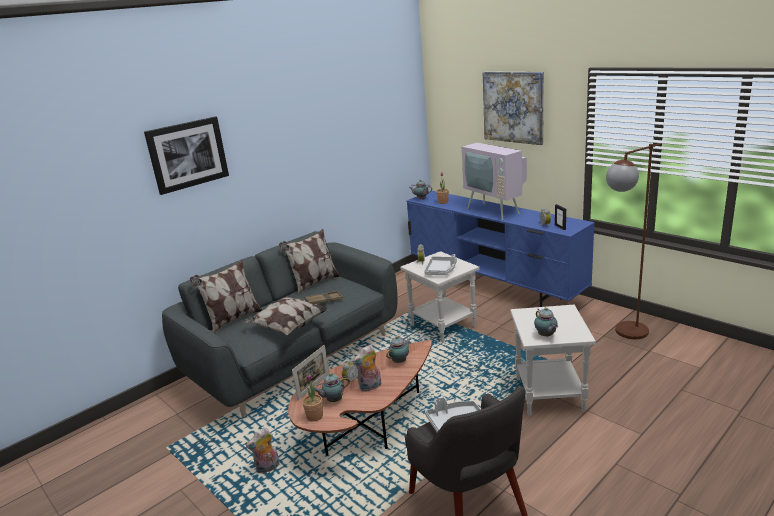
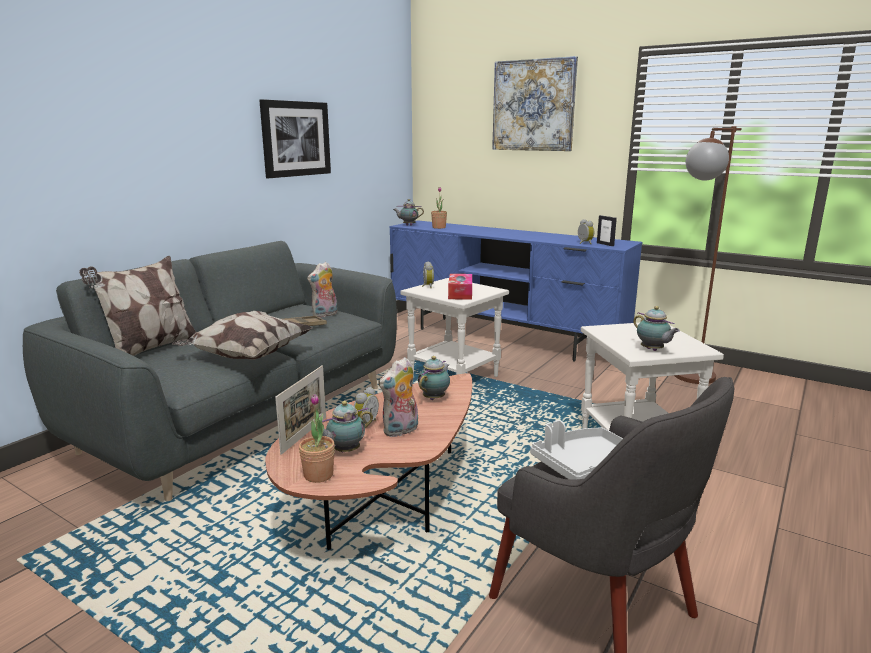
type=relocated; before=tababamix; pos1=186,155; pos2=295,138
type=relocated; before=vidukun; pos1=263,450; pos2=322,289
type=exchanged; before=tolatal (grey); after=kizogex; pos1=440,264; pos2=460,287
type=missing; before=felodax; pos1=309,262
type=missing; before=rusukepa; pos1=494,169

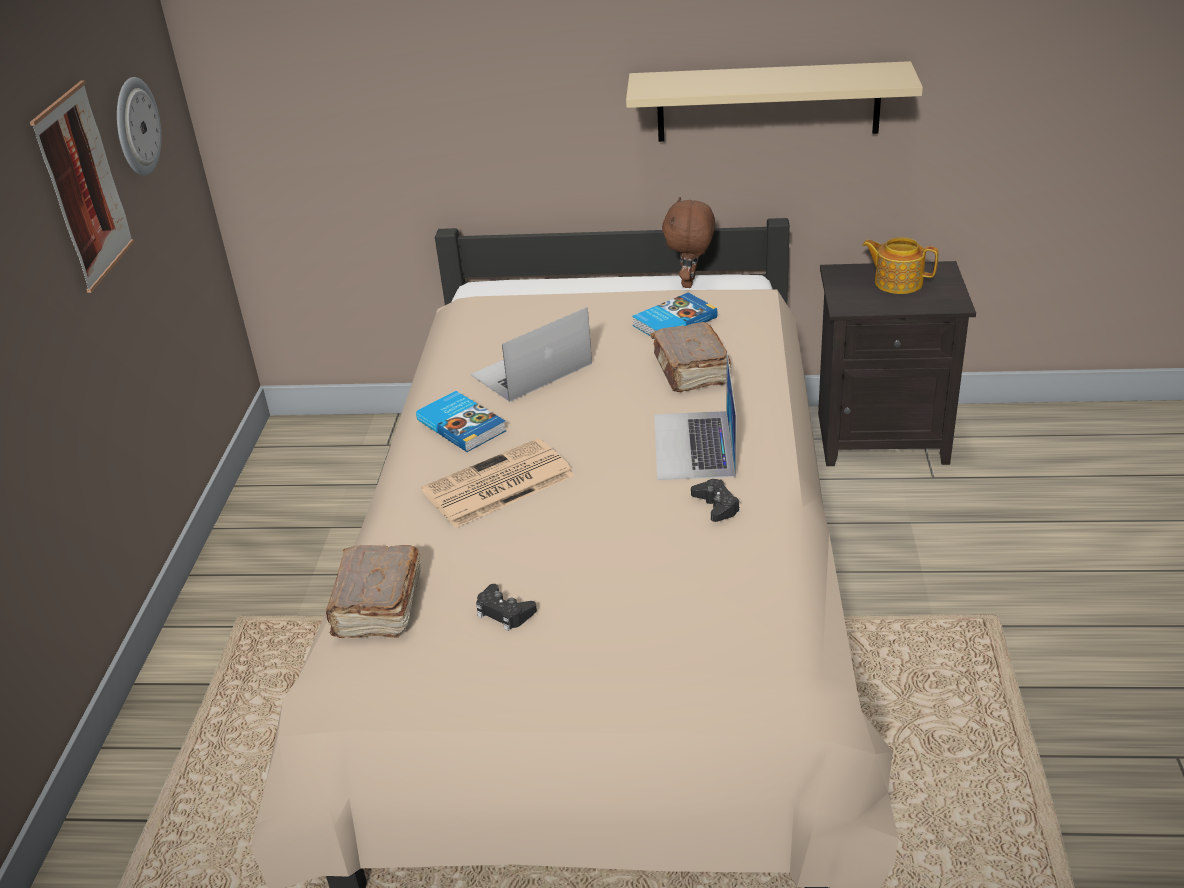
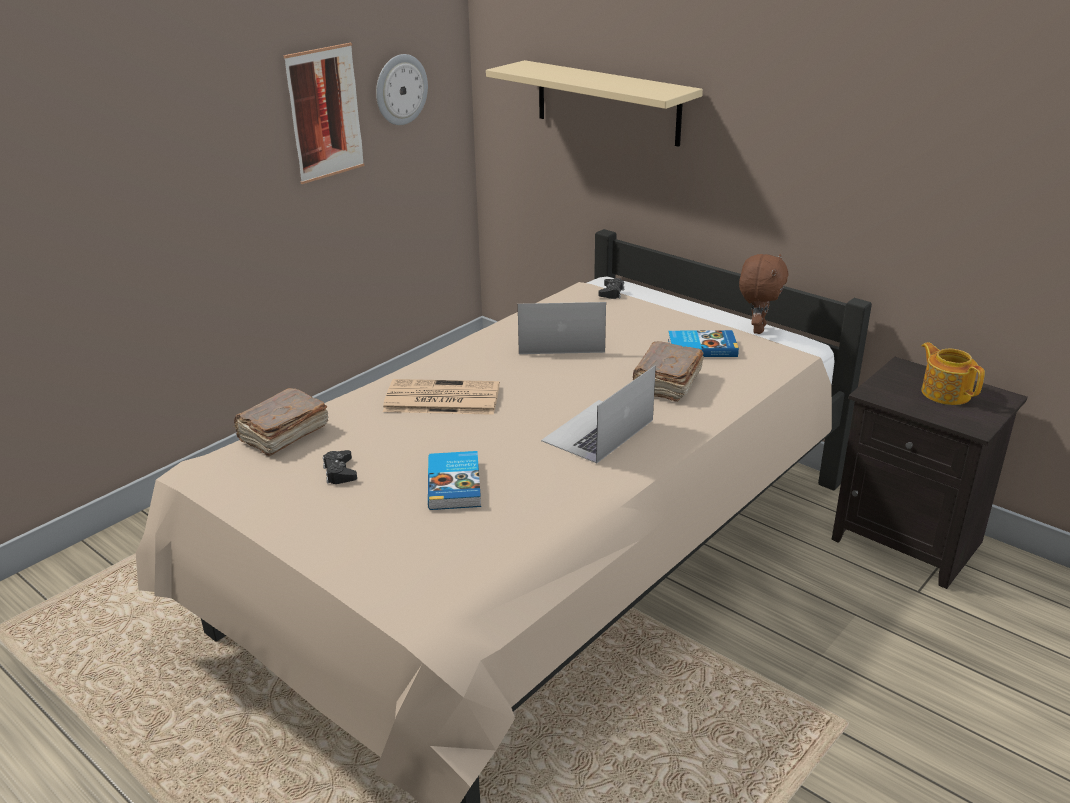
type=relocated; before=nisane; pos1=461,421; pos2=454,480
type=relocated; before=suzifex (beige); pos1=774,101; pos2=594,103
type=relocated; before=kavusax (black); pos1=715,500; pos2=611,288
type=spun; before=vidukun (brown); pos1=688,242; pos2=764,294; turn=150

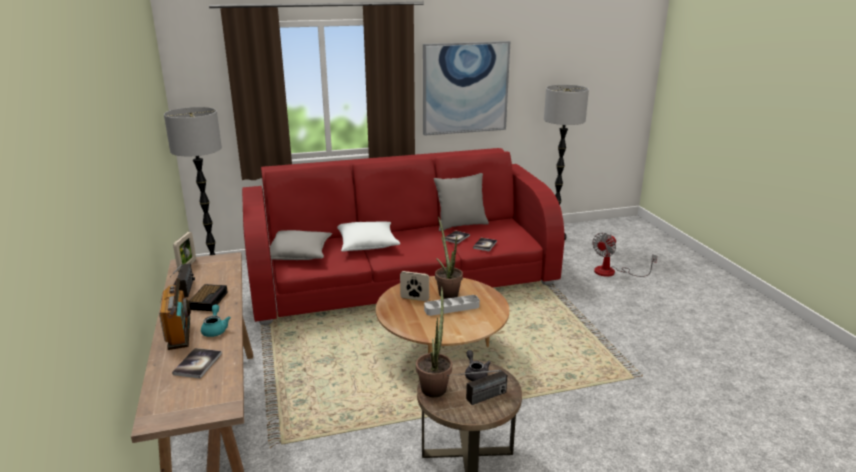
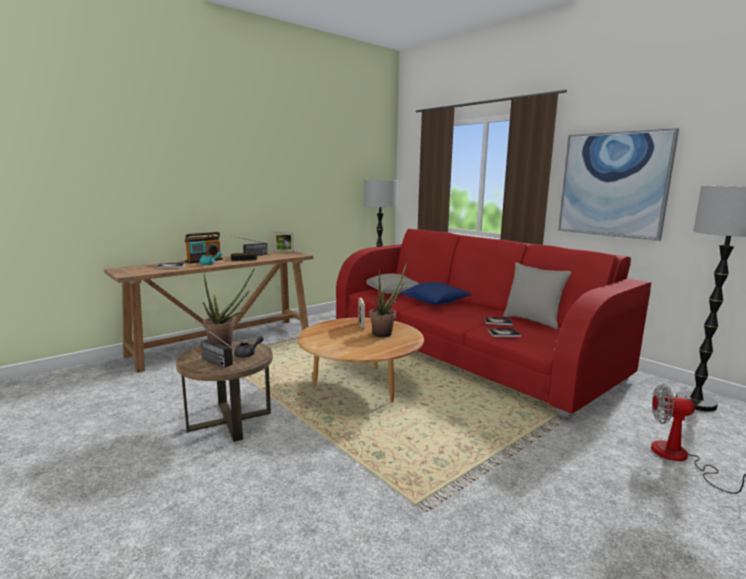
type=colour; before=felodax (white); after=felodax (blue); pos1=368,236; pos2=436,293
type=missing; before=tolatal (grey); pos1=452,305

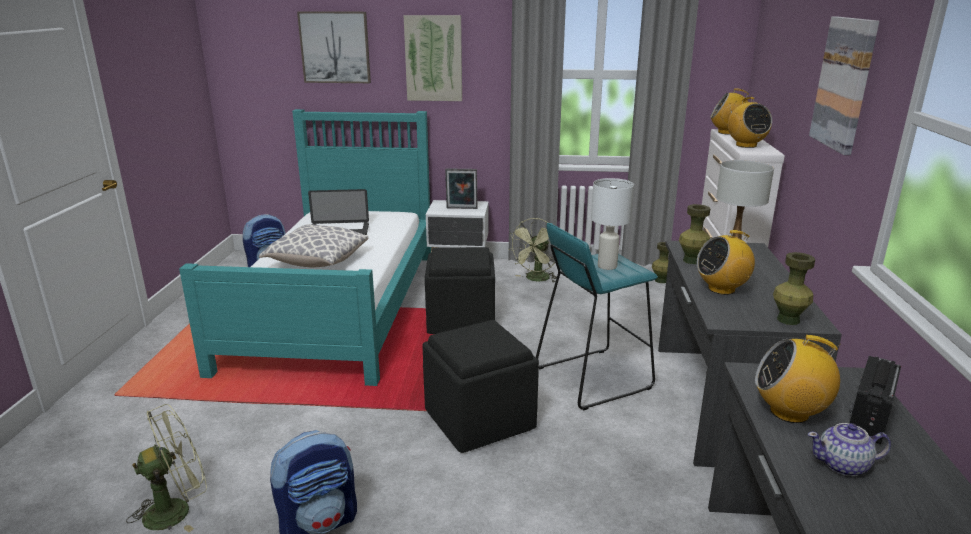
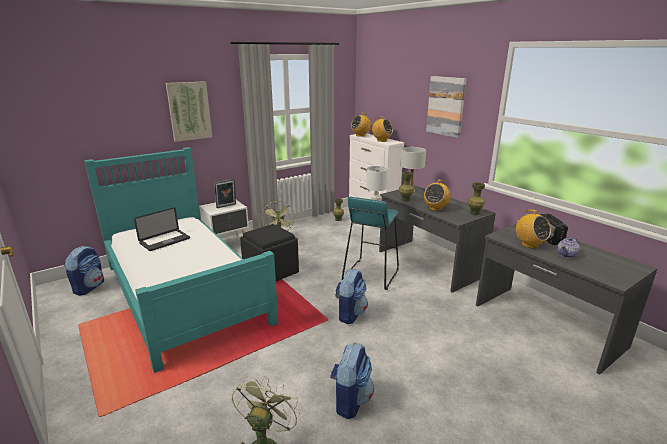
type=exchanged; before=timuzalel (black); after=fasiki; pos1=480,386; pos2=351,296
type=spun; before=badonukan; pos1=798,379; pos2=533,229; turn=-90
type=missing; before=felodax; pos1=313,245
type=missing; before=tababamix; pos1=334,47

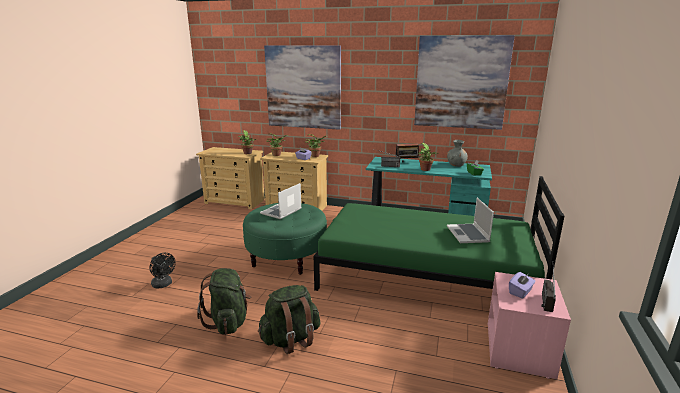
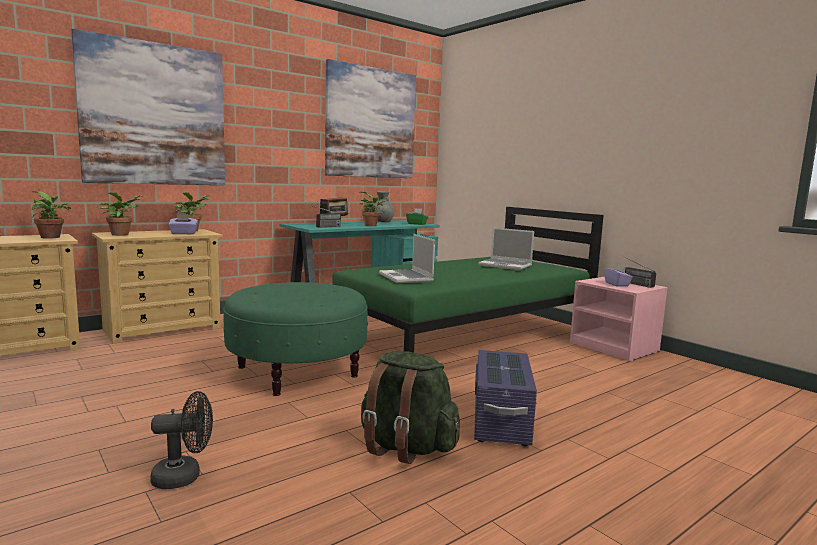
type=relocated; before=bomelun; pos1=281,201; pos2=407,258
type=exchanged; before=fasiki (green); after=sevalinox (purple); pos1=289,319; pos2=505,398

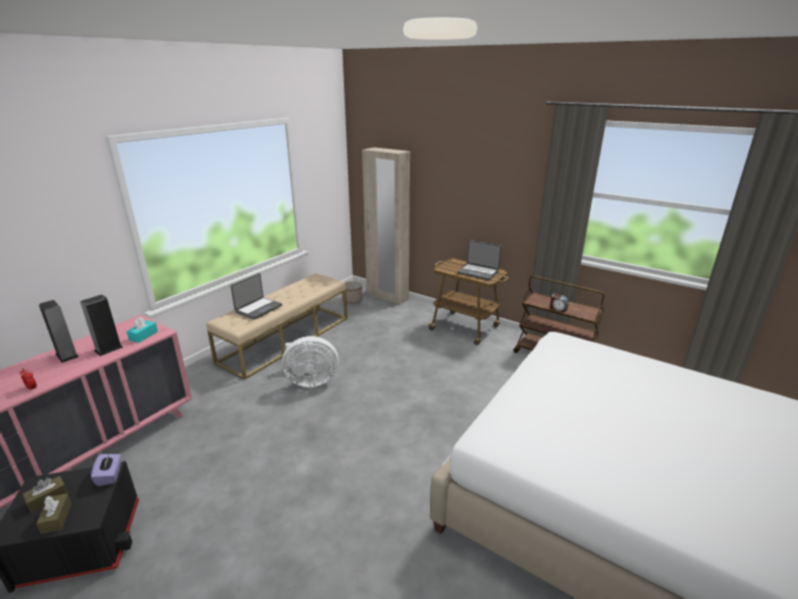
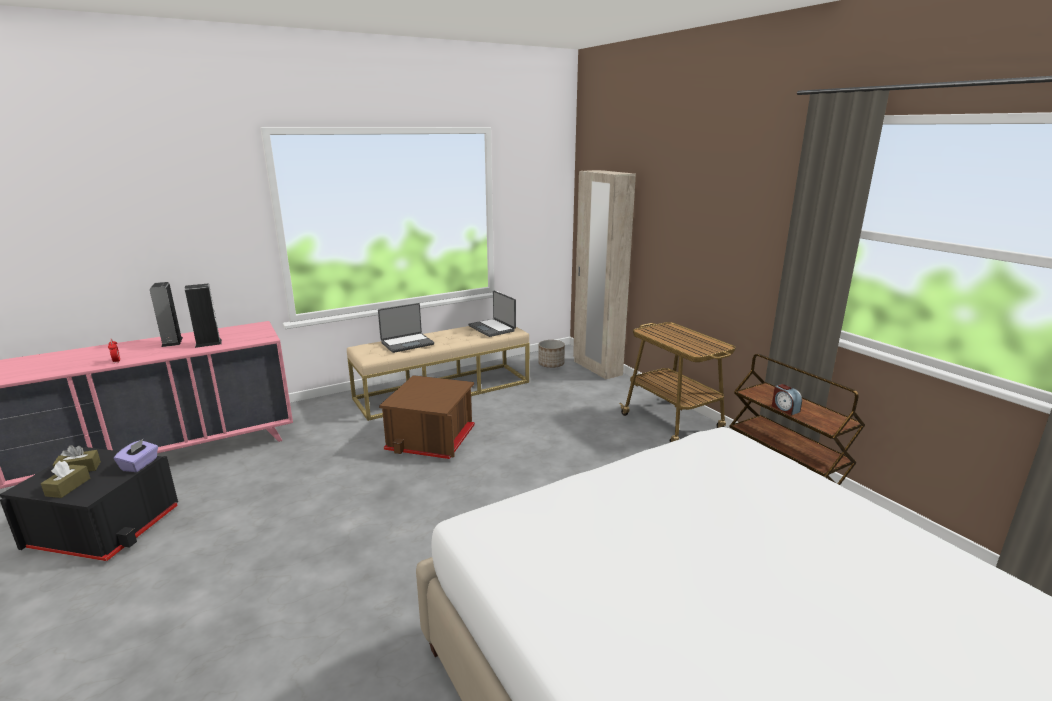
type=exchanged; before=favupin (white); after=sevalinox (brown); pos1=310,361; pos2=427,417
type=relocated; before=bomelun; pos1=479,260; pos2=492,314
type=missing; before=kizogex (turquoise); pos1=142,330

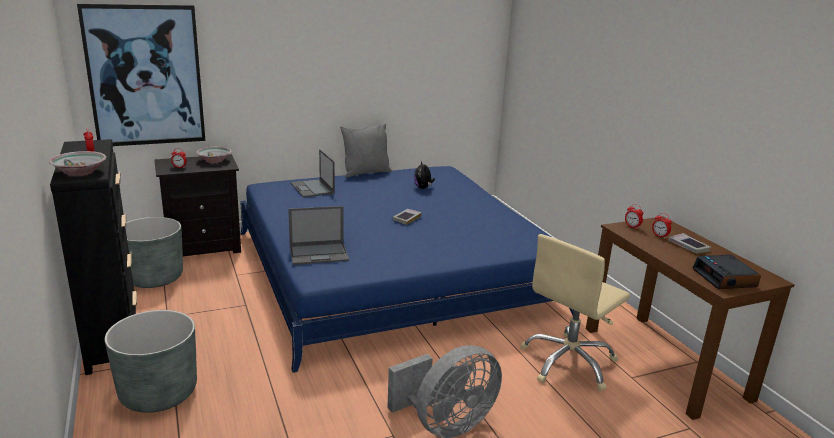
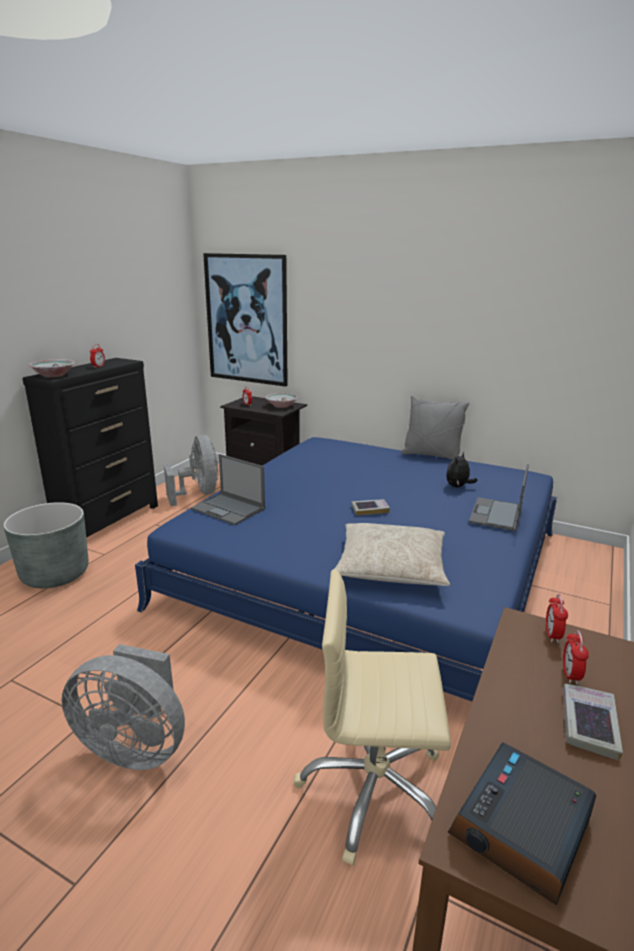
type=exchanged; before=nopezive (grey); after=favupin (grey); pos1=154,252; pos2=191,470
type=appeared; after=felodax (beige); pos2=392,554
type=relocated; before=bomelun; pos1=313,173; pos2=499,497

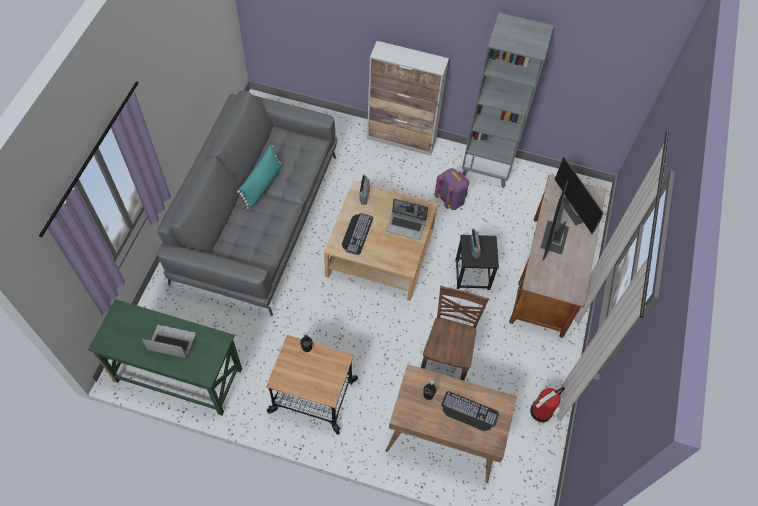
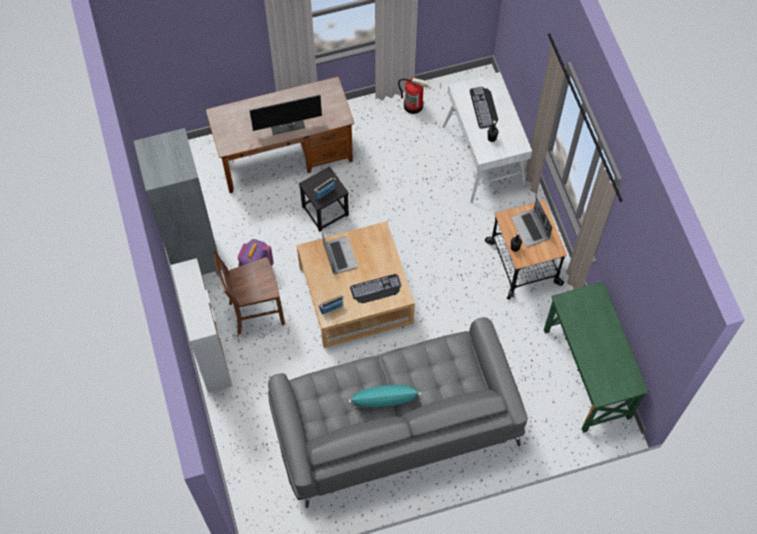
type=relocated; before=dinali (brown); pos1=455,333; pos2=248,292
type=colour; before=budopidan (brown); after=budopidan (white); pos1=451,423; pos2=487,137
type=relocated; before=bomelun; pos1=169,341; pos2=531,222
type=missing; before=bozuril; pos1=578,195

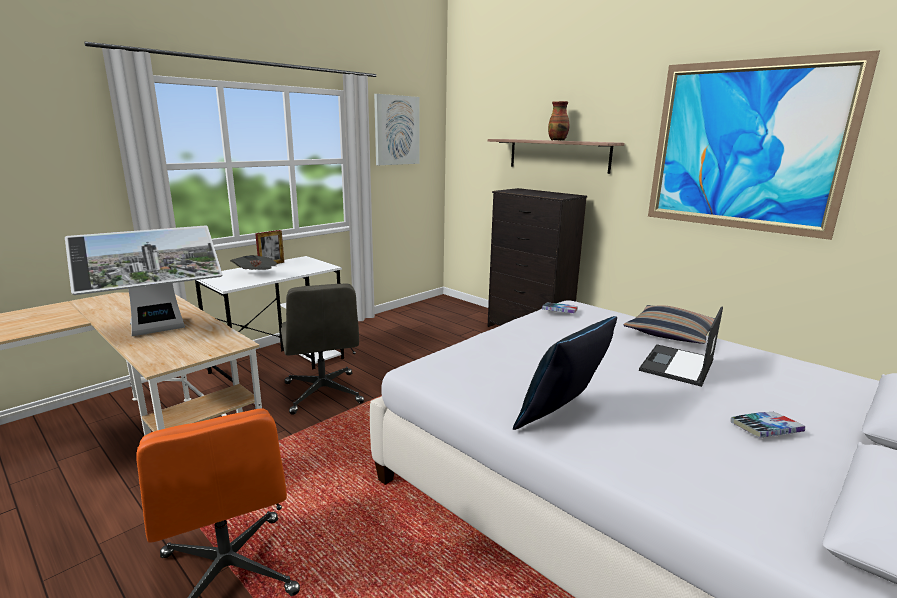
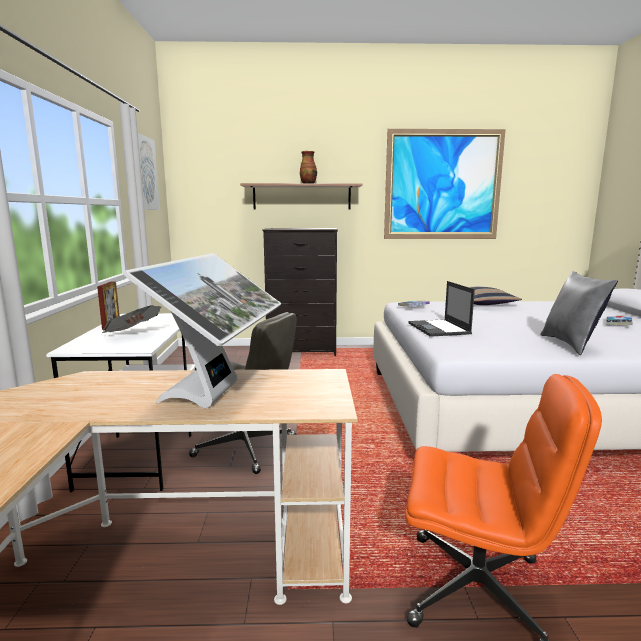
type=relocated; before=bomelun; pos1=681,346; pos2=441,309
type=colour; before=felodax (blue); after=felodax (grey); pos1=565,373; pos2=579,313

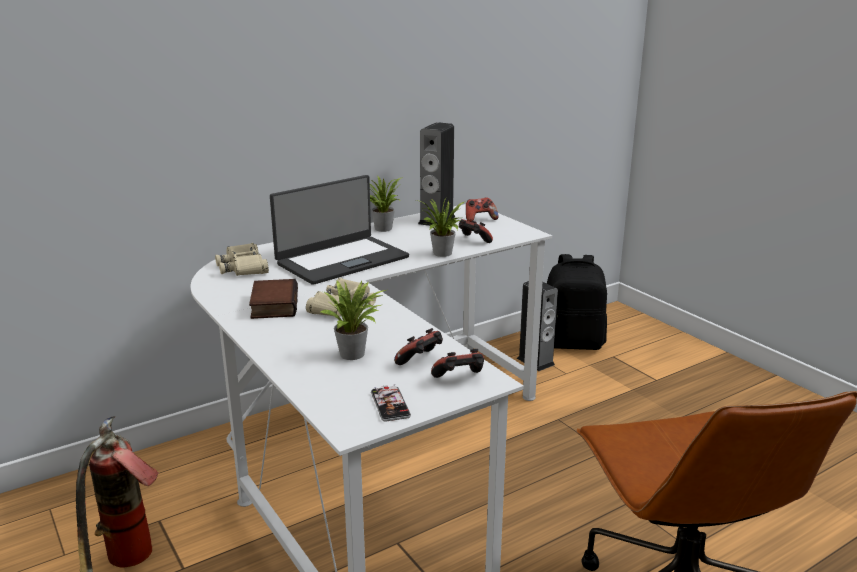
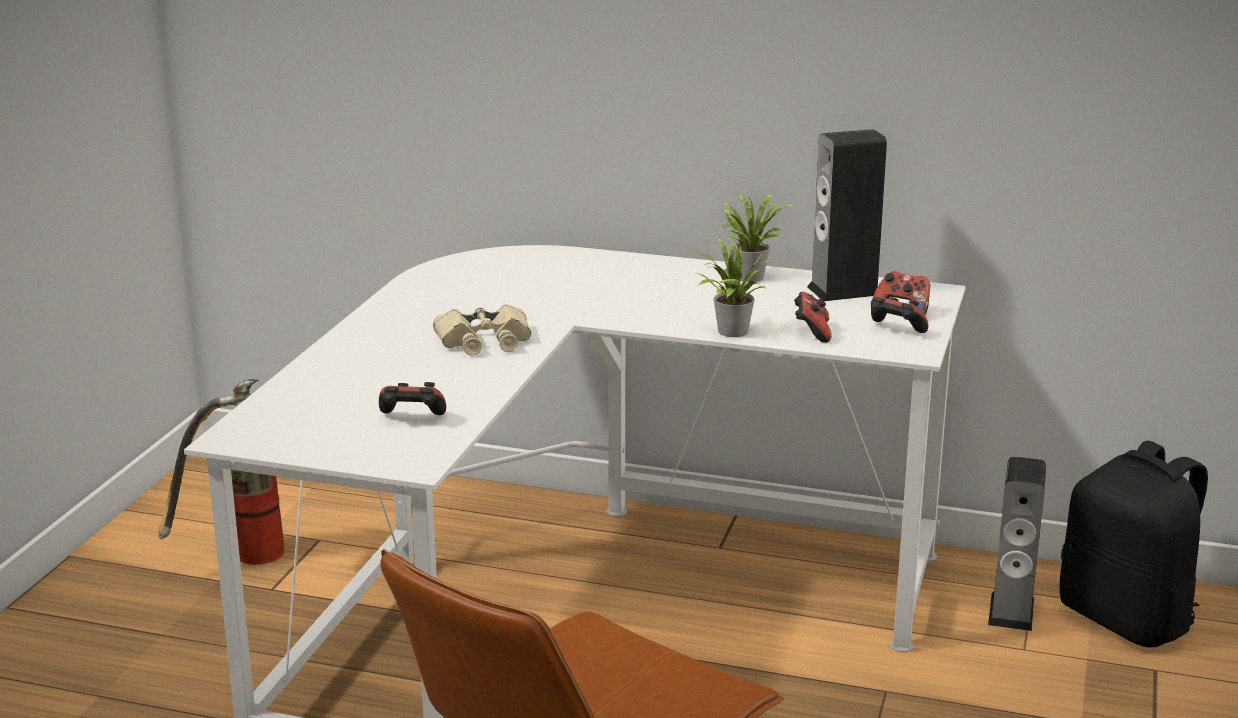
type=relocated; before=kavusax; pos1=457,363; pos2=900,314
type=missing; before=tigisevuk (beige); pos1=242,259
type=missing; before=nisane; pos1=273,299
type=missing; before=bomelun; pos1=339,230
type=missing; before=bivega; pos1=352,320
type=missing; before=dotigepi; pos1=391,403

